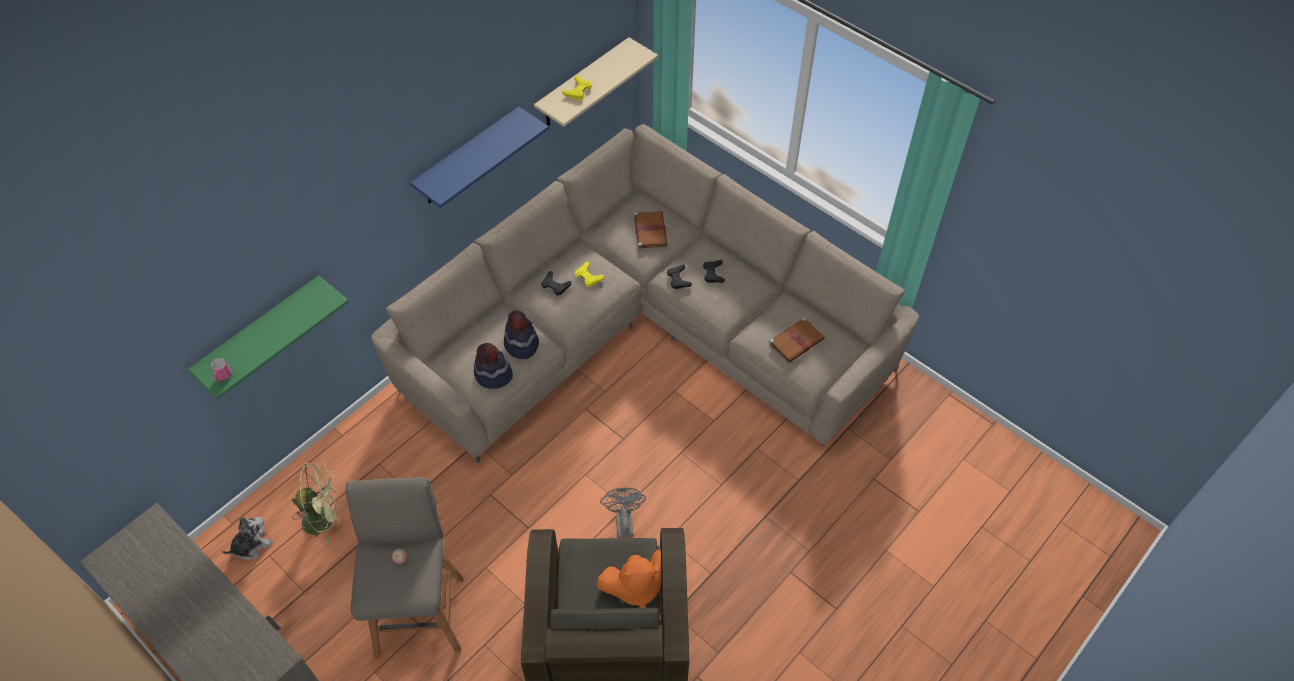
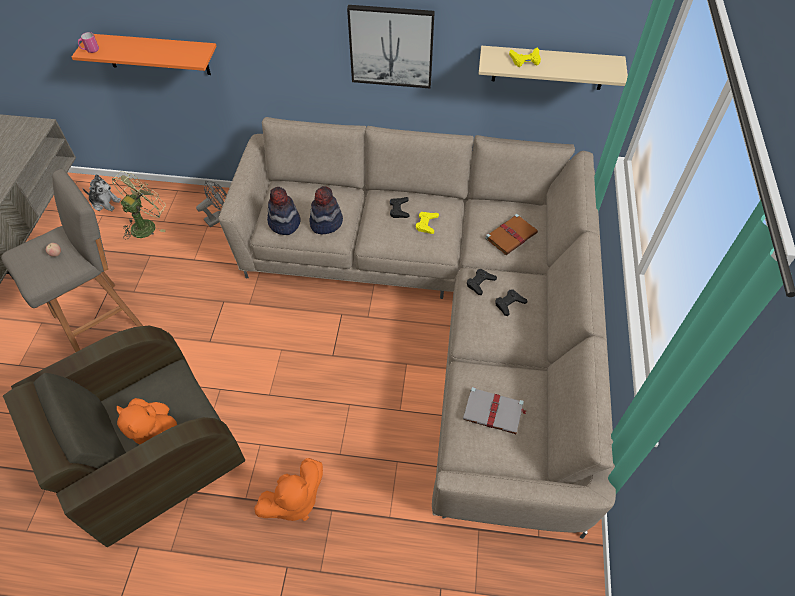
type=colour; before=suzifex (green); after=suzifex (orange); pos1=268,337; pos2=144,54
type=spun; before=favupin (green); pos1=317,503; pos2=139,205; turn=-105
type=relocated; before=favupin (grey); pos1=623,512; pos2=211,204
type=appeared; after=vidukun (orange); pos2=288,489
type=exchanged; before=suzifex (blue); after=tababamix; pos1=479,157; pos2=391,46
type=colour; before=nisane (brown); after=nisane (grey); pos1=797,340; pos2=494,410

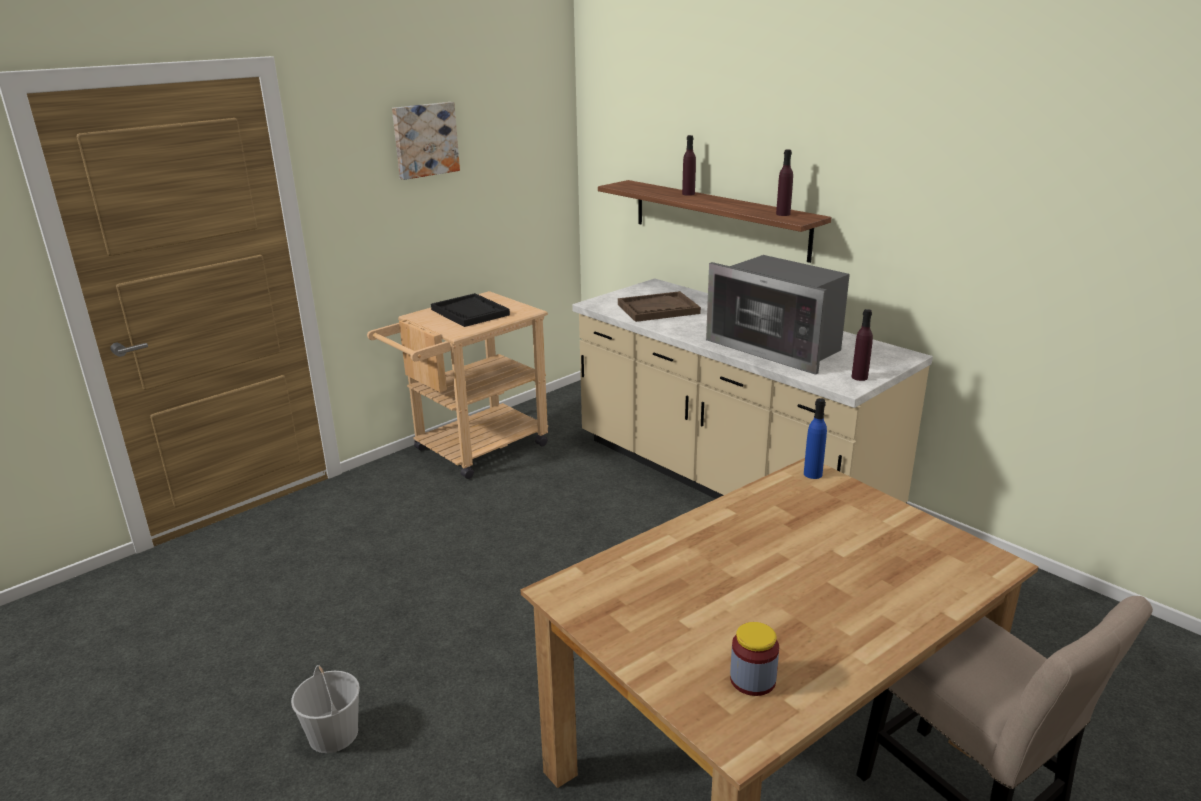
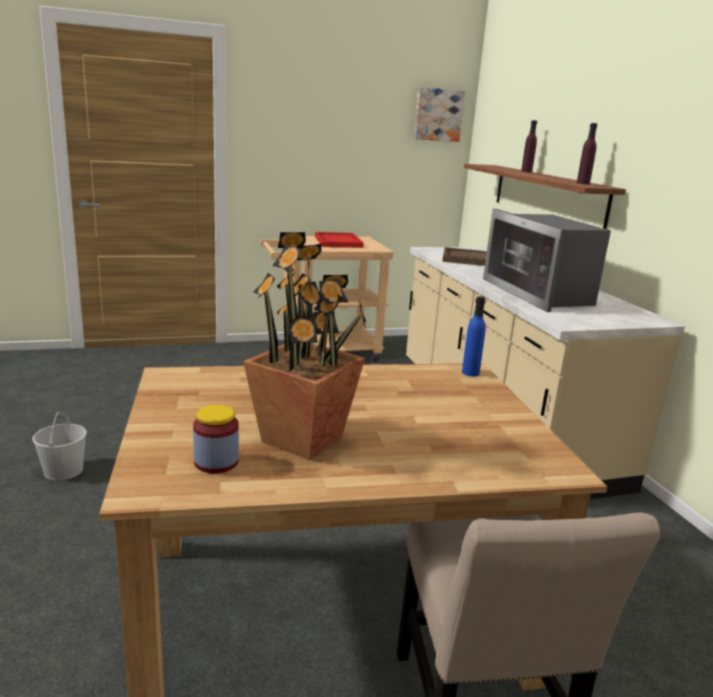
type=appeared; after=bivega; pos2=304,346
type=colour; before=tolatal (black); after=tolatal (red); pos1=470,310; pos2=339,240
type=relocated; before=tababamix; pos1=426,141; pos2=439,114
type=missing; before=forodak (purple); pos1=862,345

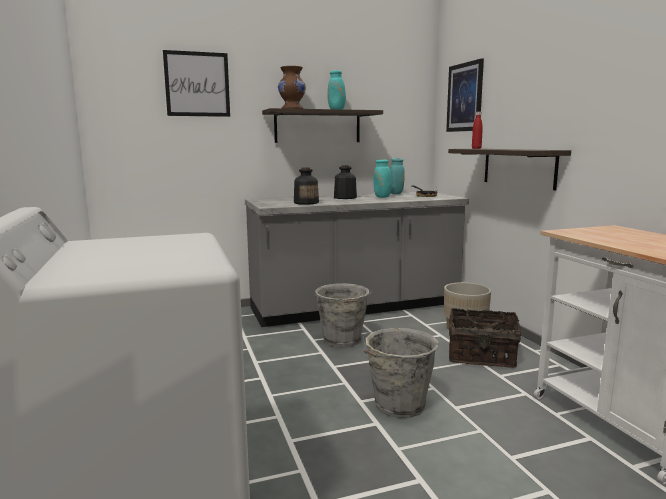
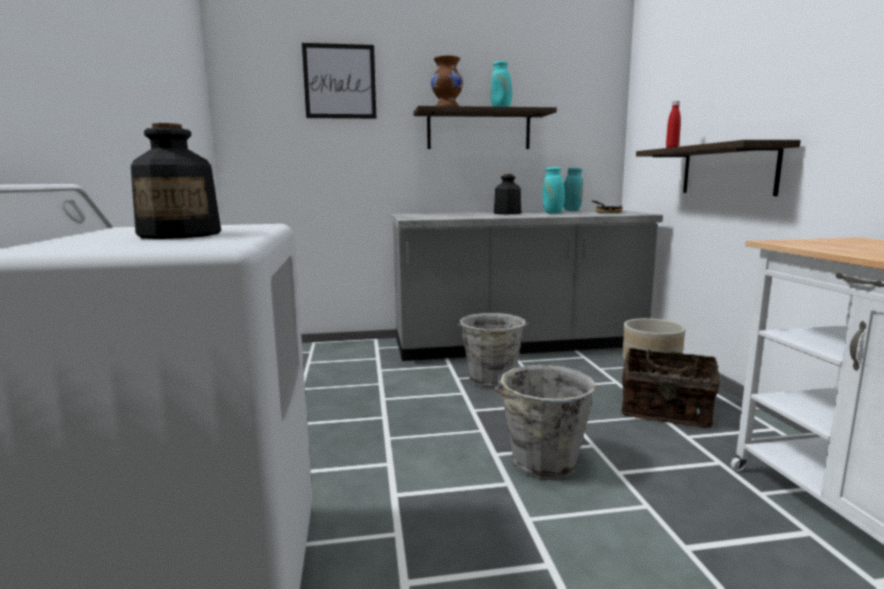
type=relocated; before=forodak; pos1=306,186; pos2=176,181
type=missing; before=tababamix; pos1=465,95

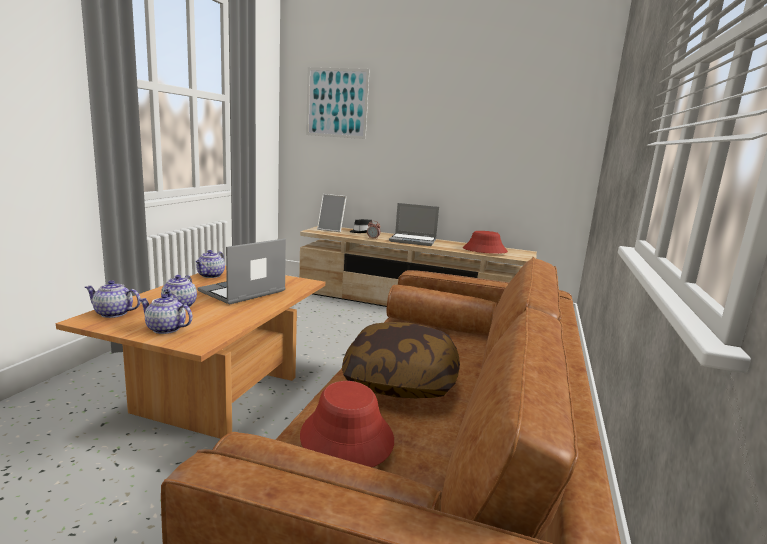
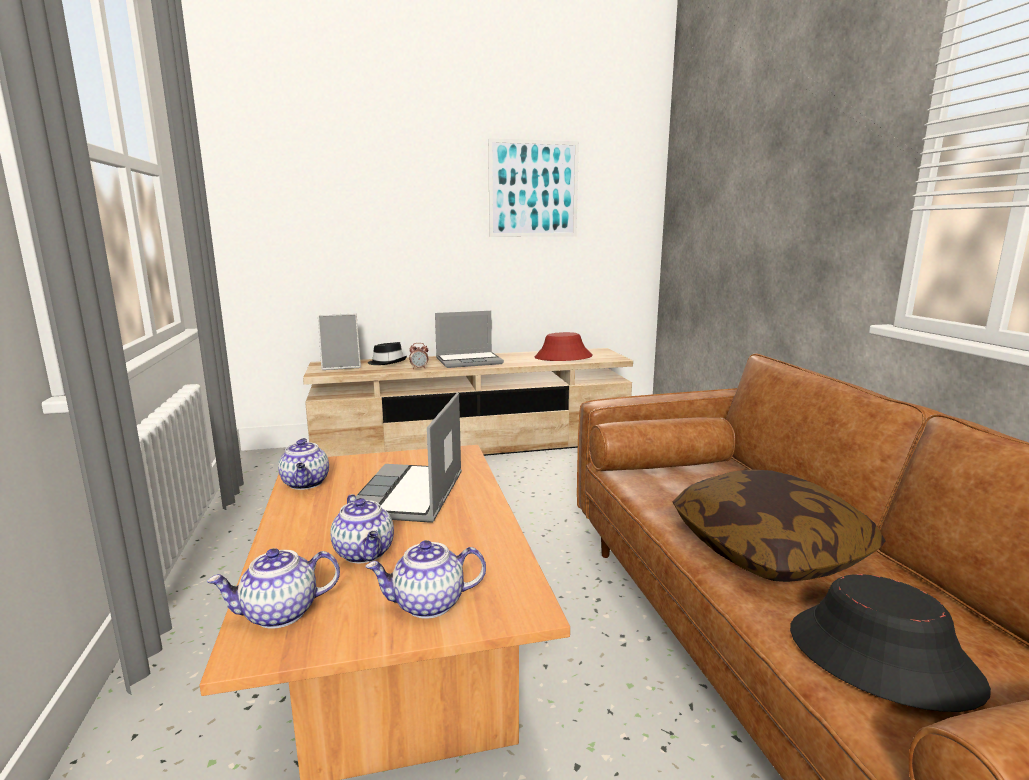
type=relocated; before=tababamix; pos1=338,103; pos2=533,187
type=colour; before=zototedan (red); after=zototedan (black); pos1=347,424; pos2=890,643

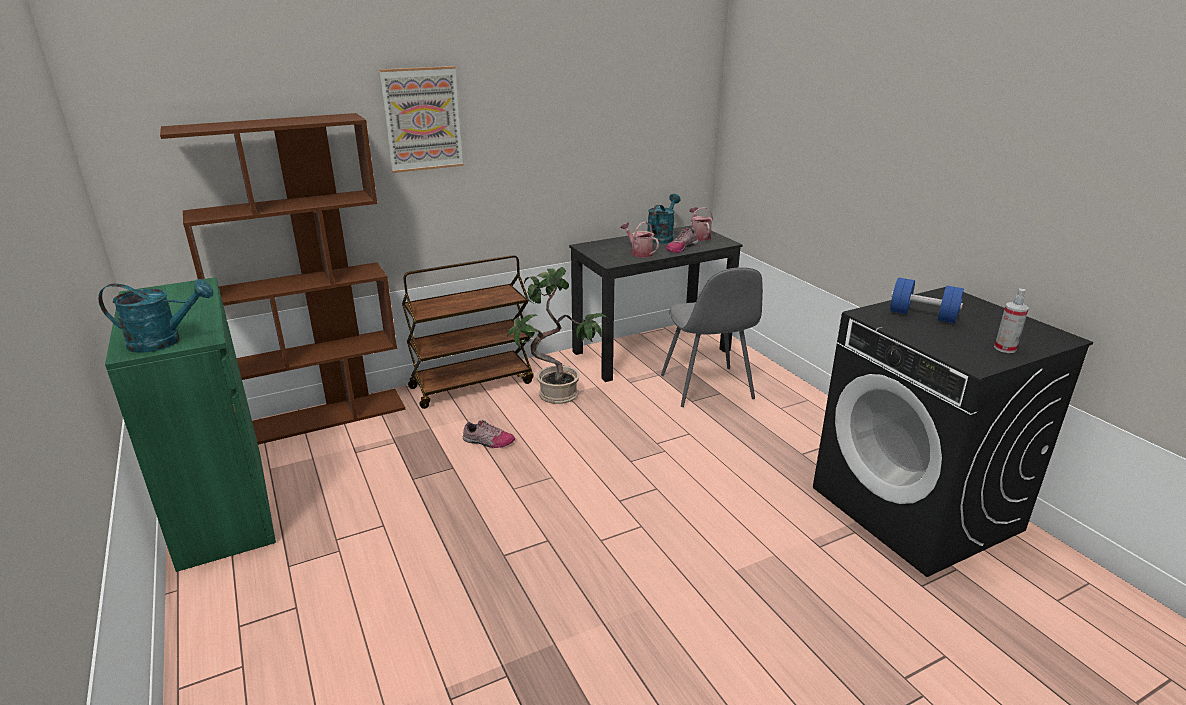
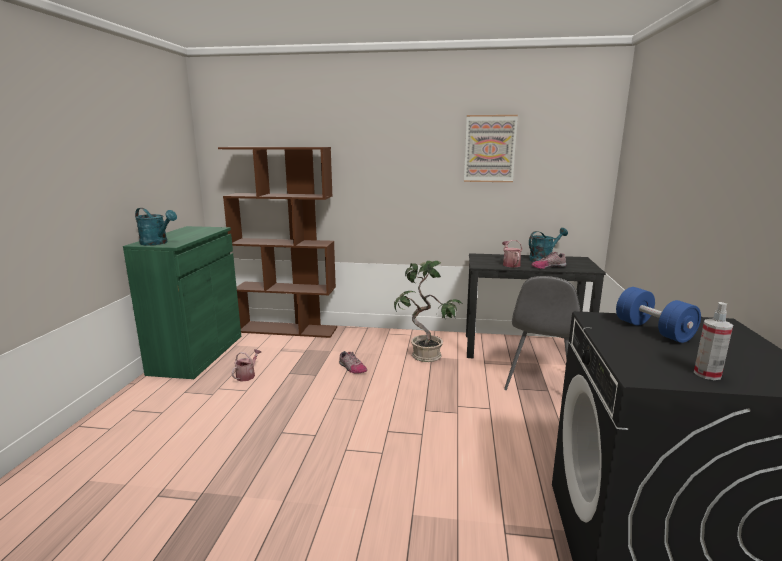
type=relocated; before=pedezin; pos1=701,224; pos2=246,365
type=relocated; before=tababamix; pos1=421,119; pos2=491,148
type=missing; before=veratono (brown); pos1=467,332

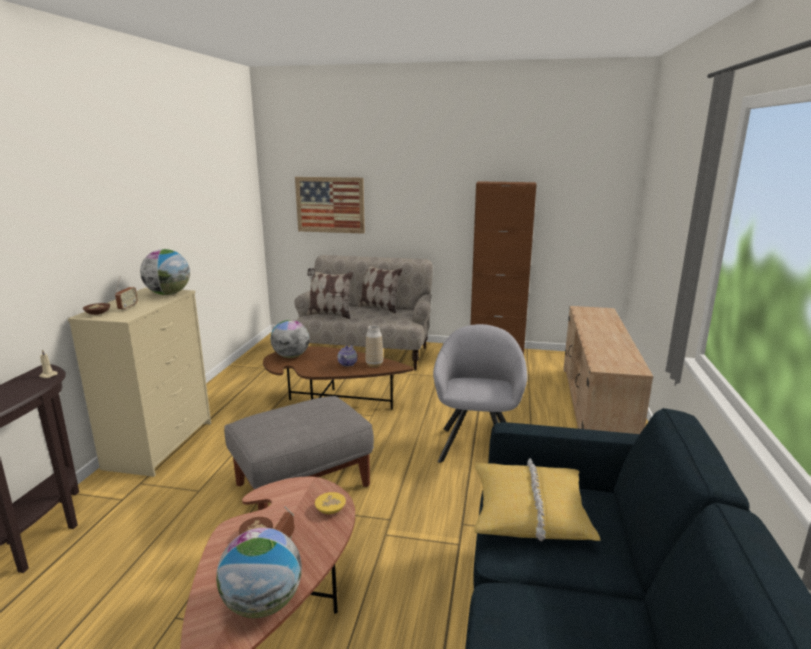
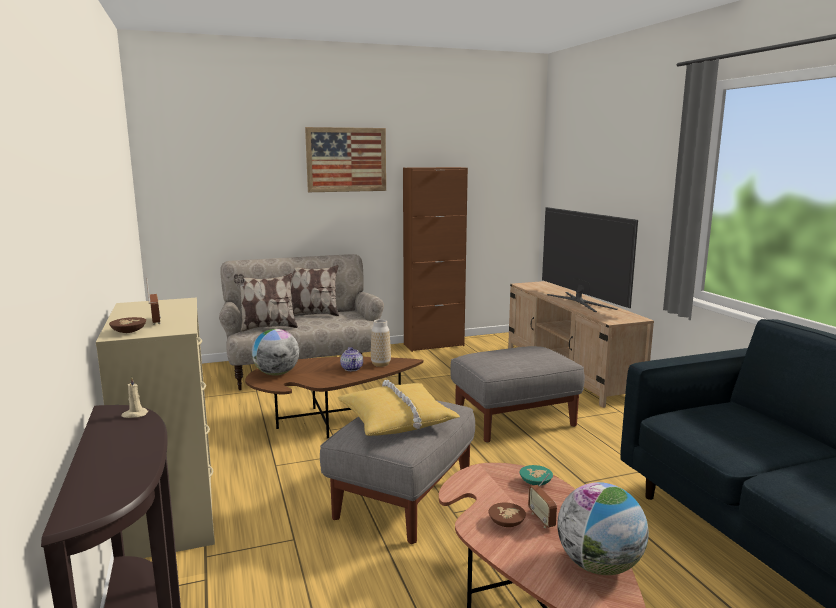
type=relocated; before=tababamix; pos1=330,205; pos2=345,159
type=relocated; before=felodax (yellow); pos1=537,499; pos2=398,408
type=exchanged; before=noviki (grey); after=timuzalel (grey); pos1=480,393; pos2=517,394
type=colour; before=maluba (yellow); after=maluba (turquoise); pos1=330,503; pos2=536,475
type=appeared; after=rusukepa; pos2=590,259
type=missing; before=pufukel; pos1=165,272

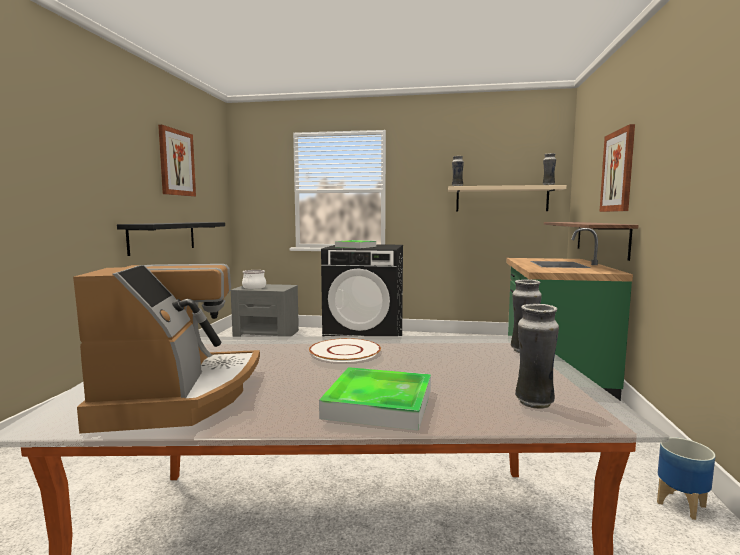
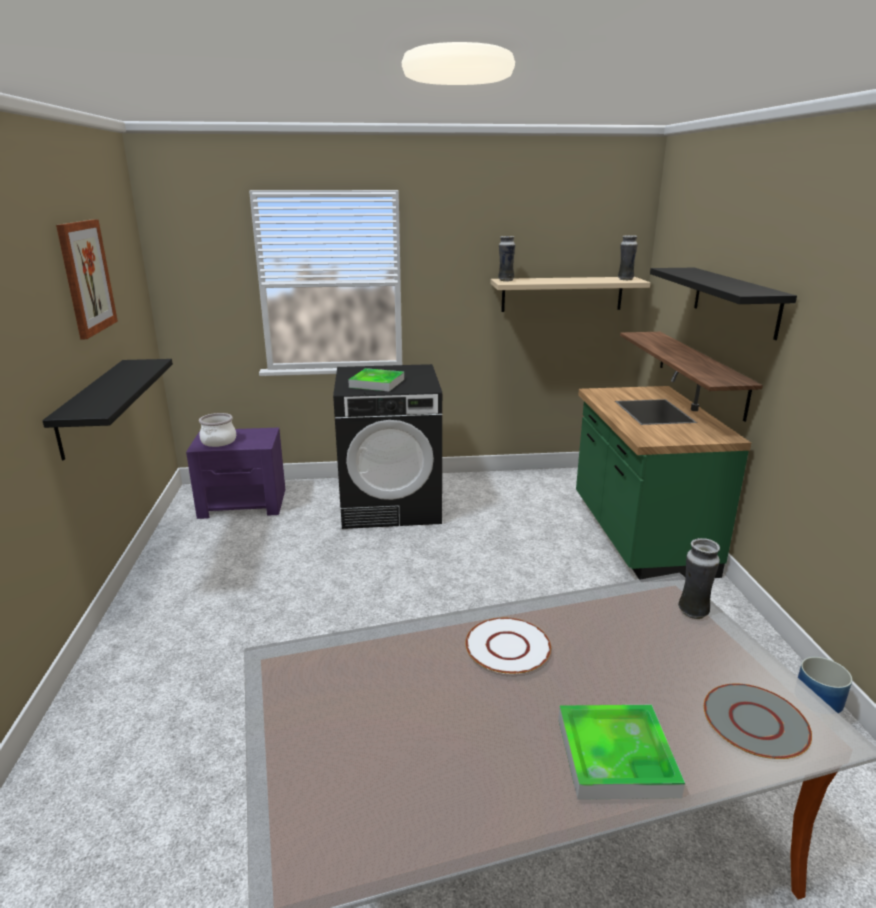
type=colour; before=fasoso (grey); after=fasoso (purple); pos1=265,310; pos2=235,473
type=exchanged; before=tababamix; after=suzifex (black); pos1=617,168; pos2=723,304
type=exchanged; before=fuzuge; after=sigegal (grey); pos1=537,356; pos2=758,721
type=missing; before=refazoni; pos1=166,349

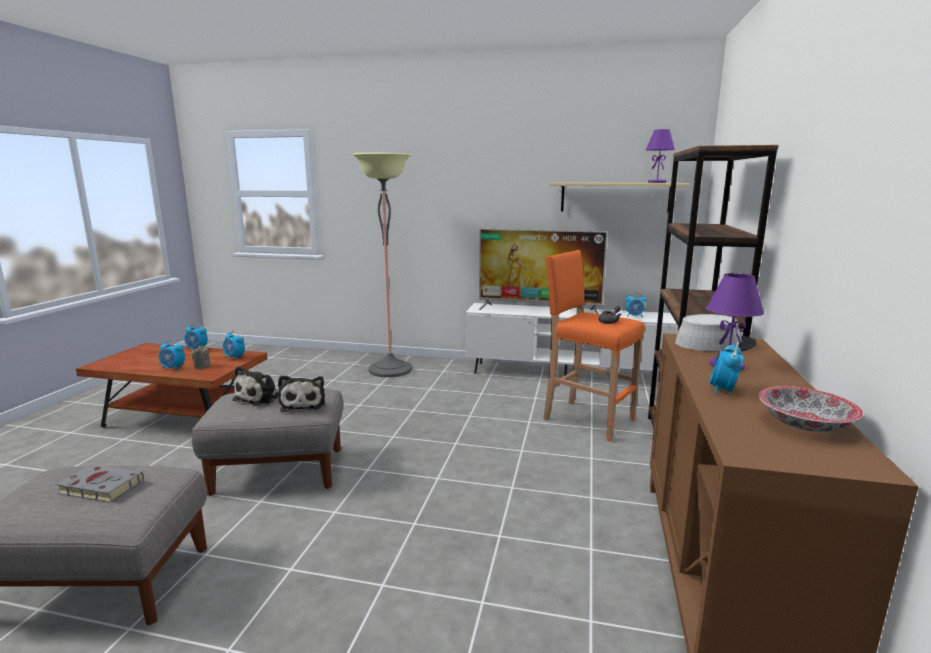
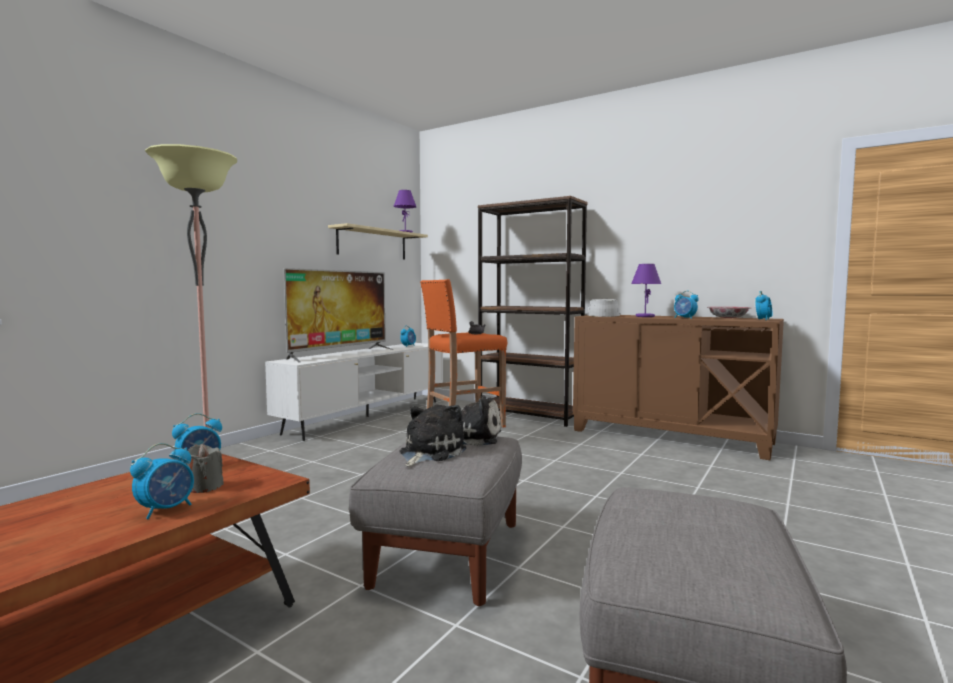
type=spun; before=vidukun; pos1=255,386; pos2=432,436; turn=-105
type=relocated; before=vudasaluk; pos1=196,336; pos2=764,305
type=missing; before=nisane (grey); pos1=100,483

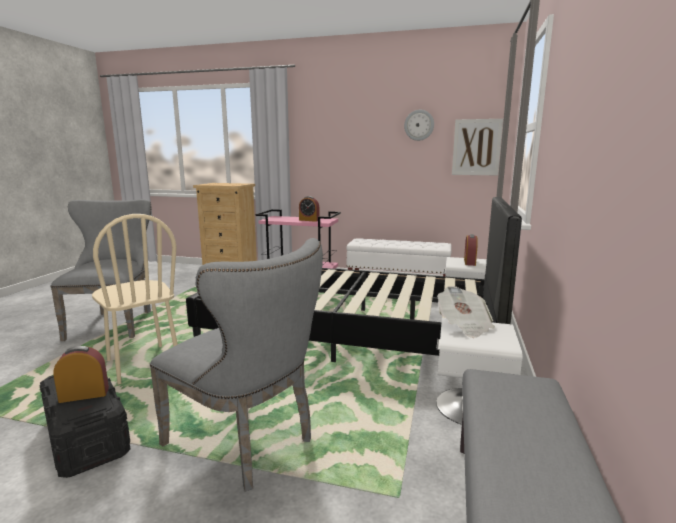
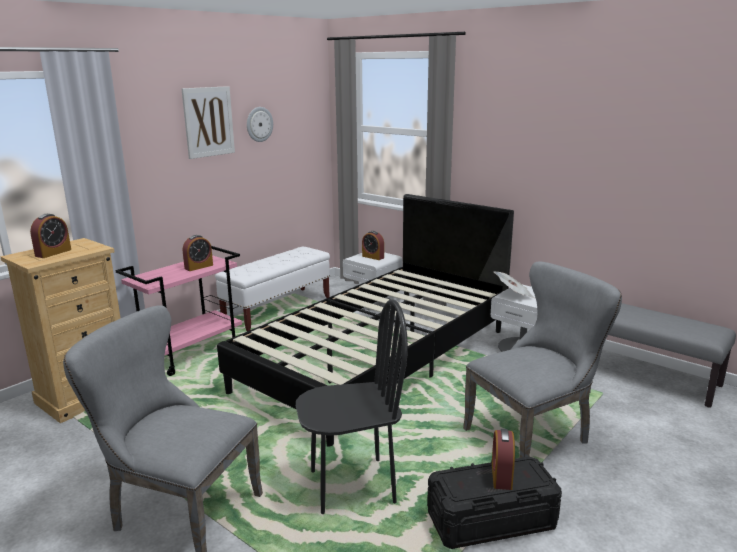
type=appeared; after=vudasaluk; pos2=50,236
type=relocated; before=tababamix; pos1=477,147; pos2=208,122
type=colour; before=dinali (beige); after=dinali (black); pos1=135,299; pos2=352,406

